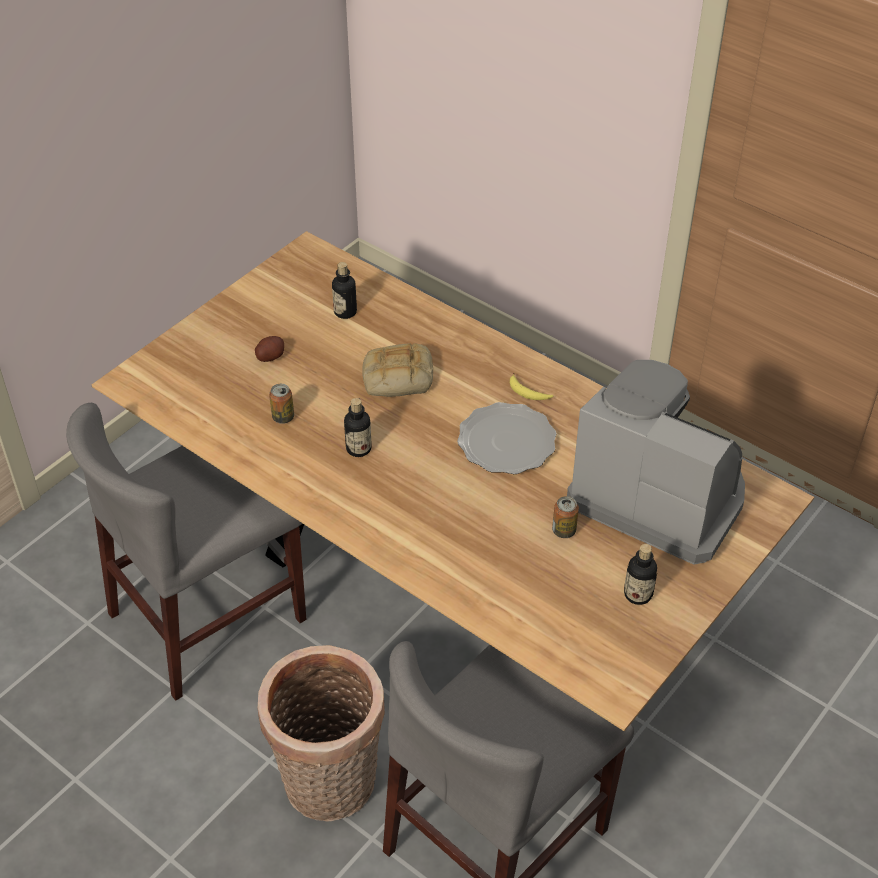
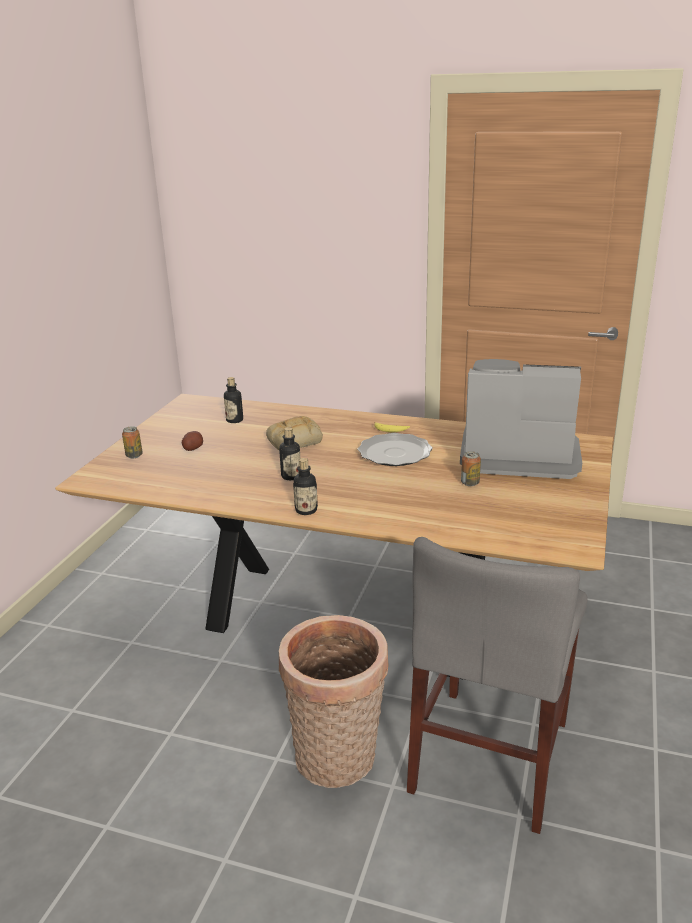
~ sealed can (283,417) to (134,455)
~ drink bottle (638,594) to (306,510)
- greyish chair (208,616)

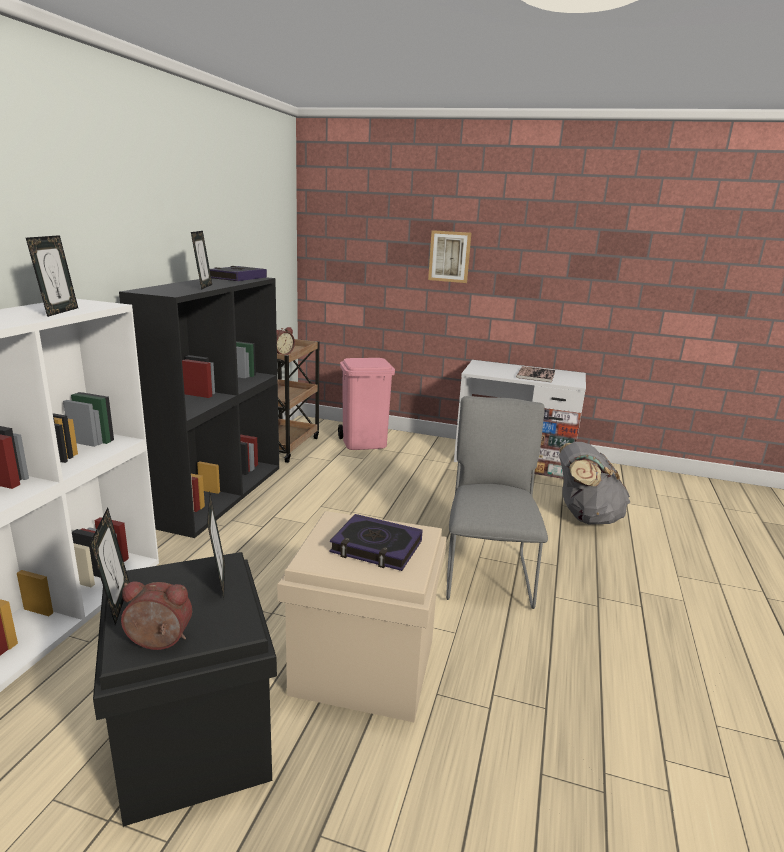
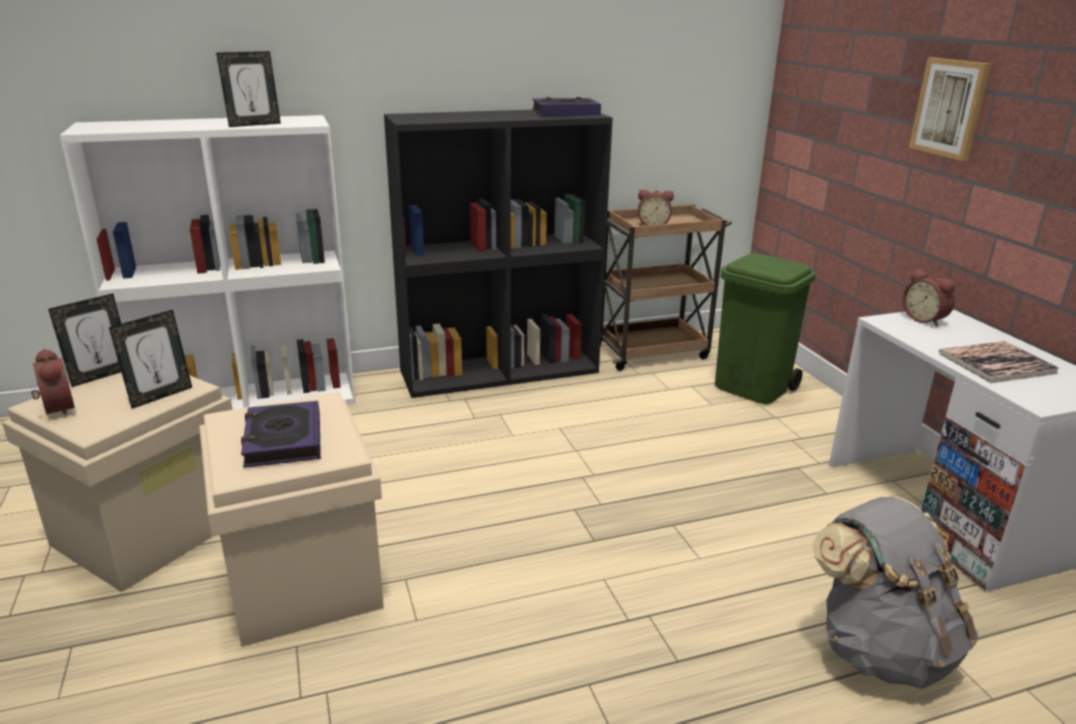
~ blackish storage box (193,738) to sand-coloured storage box (149,530)
~ pink-coloured rubbish bin (364,443) to green-coloured rubbish bin (752,388)
+ bedside clock (925,319)
- standing frame (203,286)
- greyish chair (487,572)

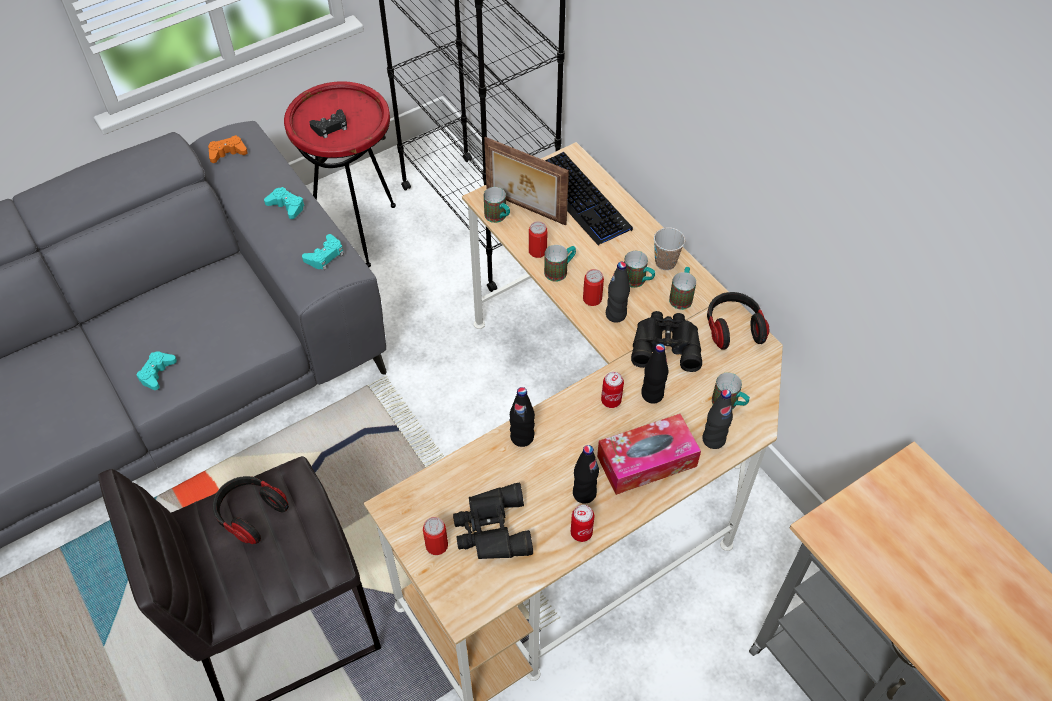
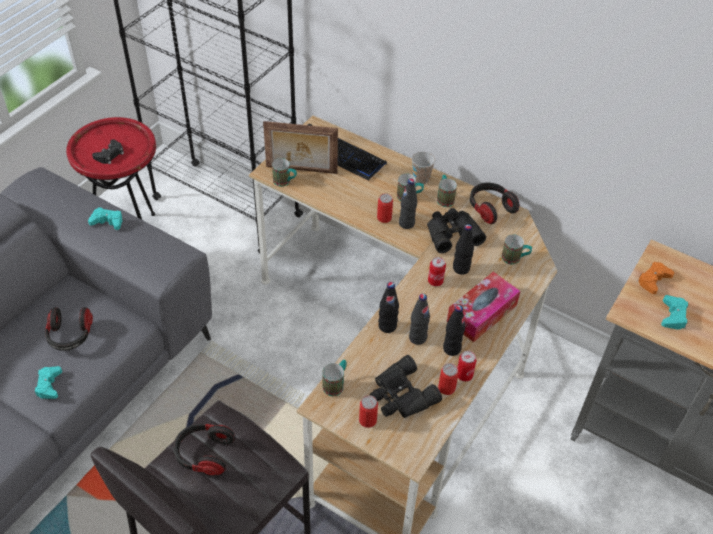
+ pair of headphones (70,336)
~ tea mug (560,270) to (336,384)
~ blackish drink bottle (713,439) to (417,338)
~ sealed can (537,251) to (446,388)
~ orangey game controller (227,153) to (653,280)
~ turquoise-coloured game controller (325,256) to (673,316)

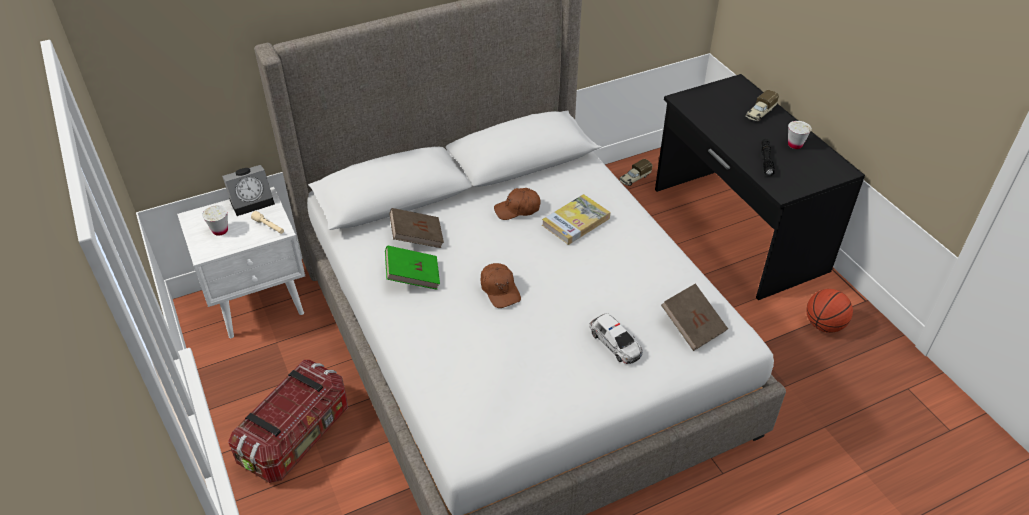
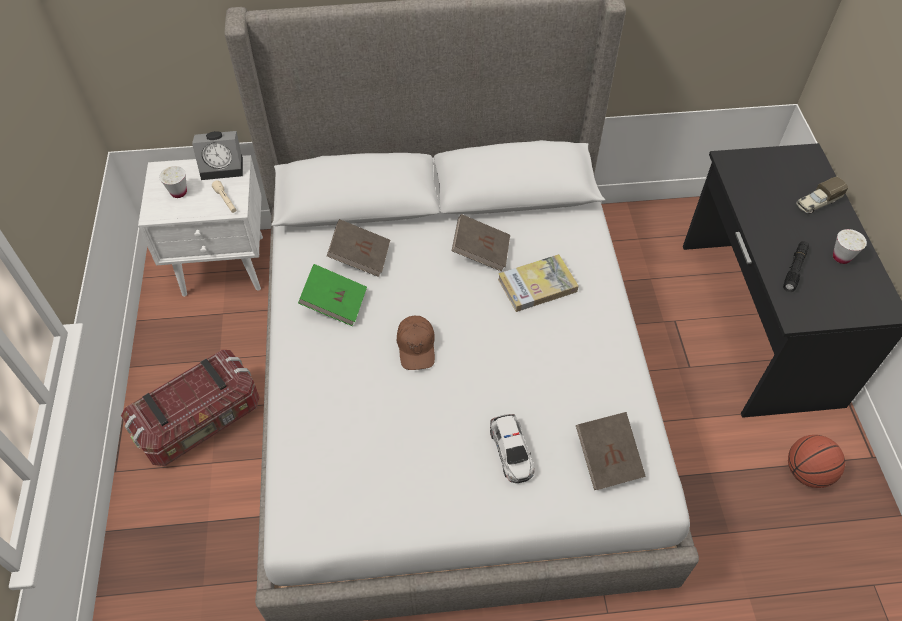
~ brownish cap (517,209) to brownish book (481,252)
- toy lorry (634,178)

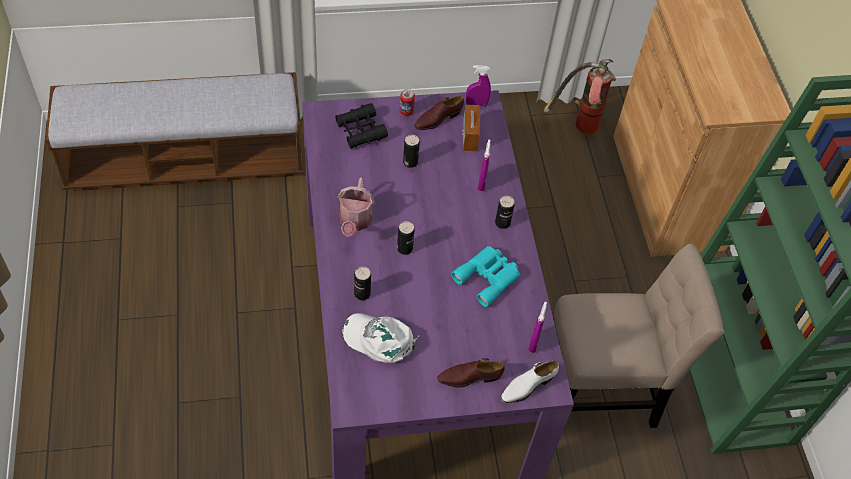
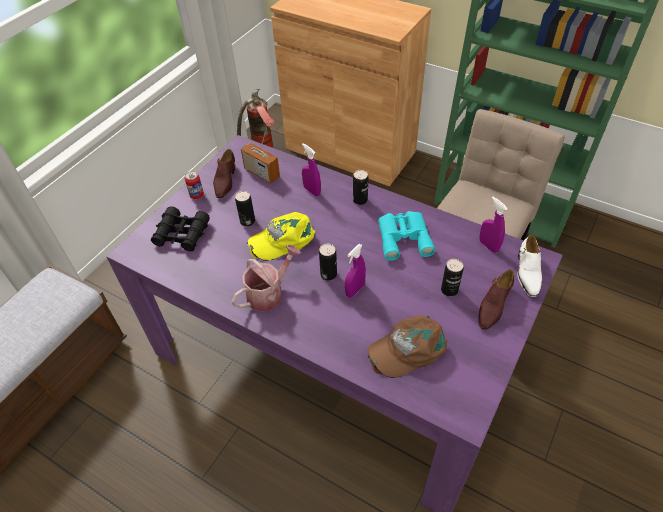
~ watering pot (354,222) = (269,293) 90 degrees counterclockwise
+ yellow cap (283,239)
~ purple spray bottle (476,104) to (355,290)
~ white-coloured cap (379,340) to brownish cap (408,348)
~ sealed can (362,293) to (449,290)

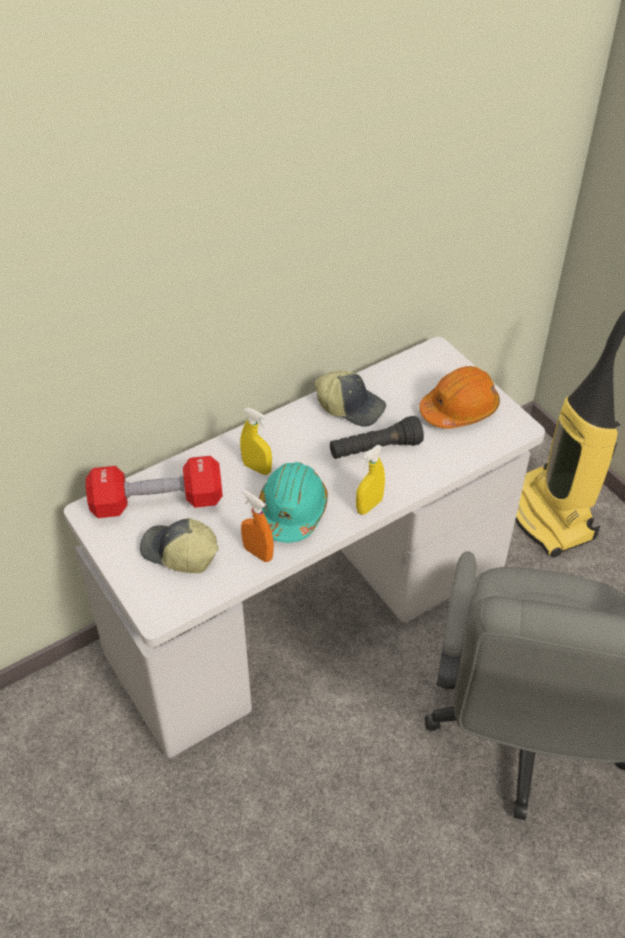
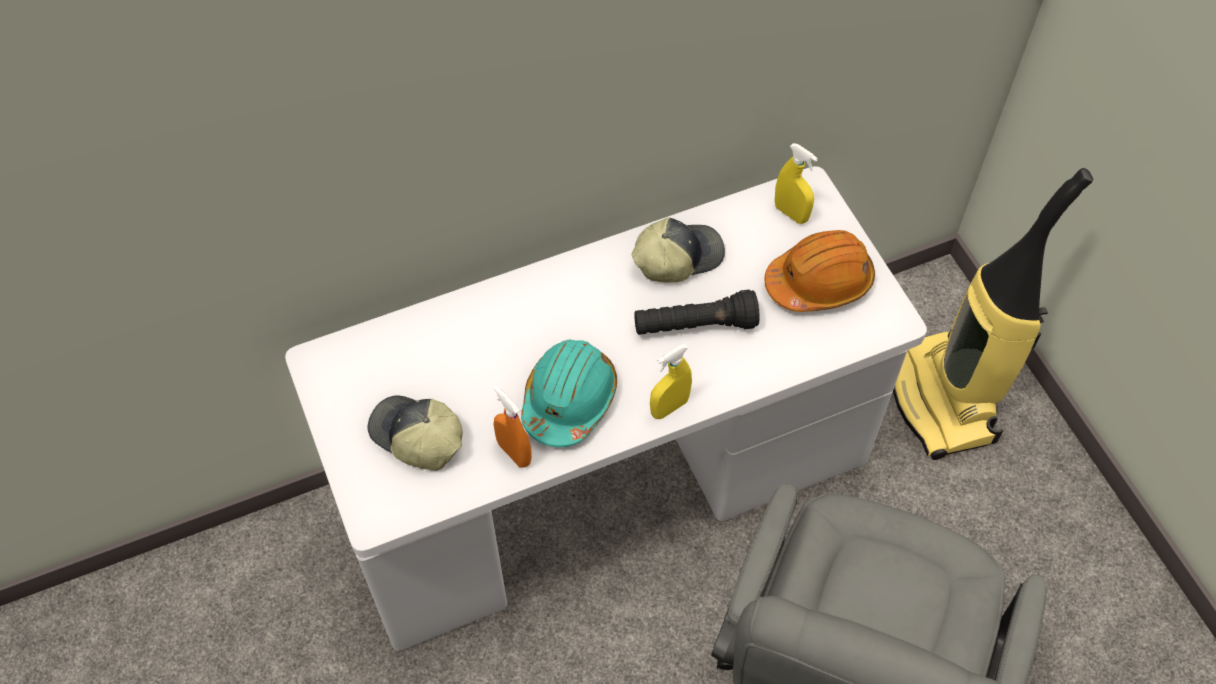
~ cap (351,406) = (677,257) 60 degrees counterclockwise
~ yellow spray bottle (257,468) to (791,213)
- red-coloured free weight (157,502)

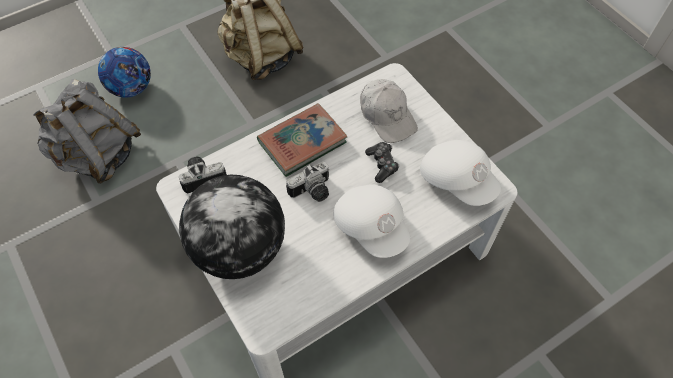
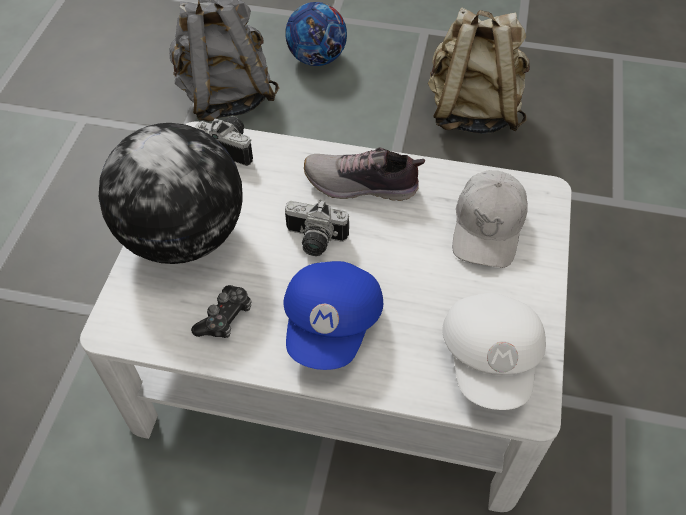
~ game controller (382,164) to (225,318)
~ white-coloured cap (372,226) to bluish cap (333,324)
~ book (302,142) to item of footwear (362,185)

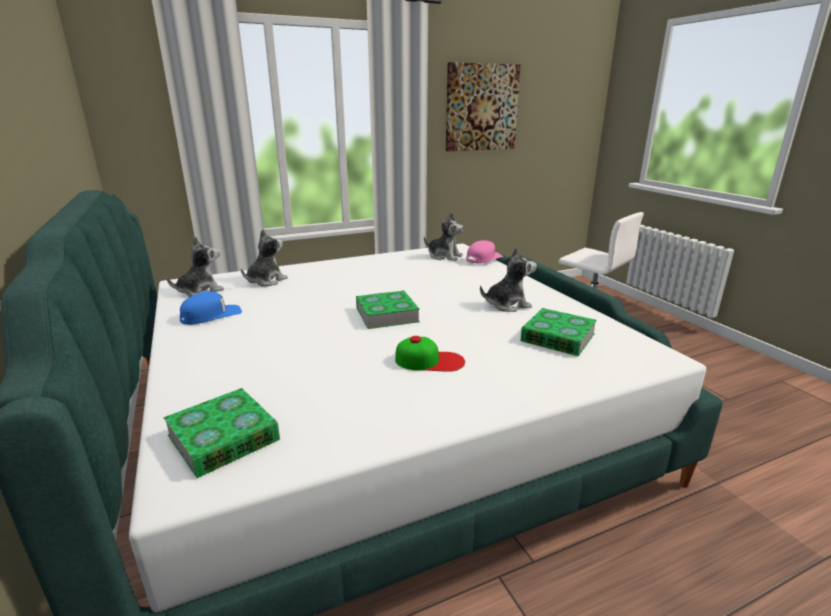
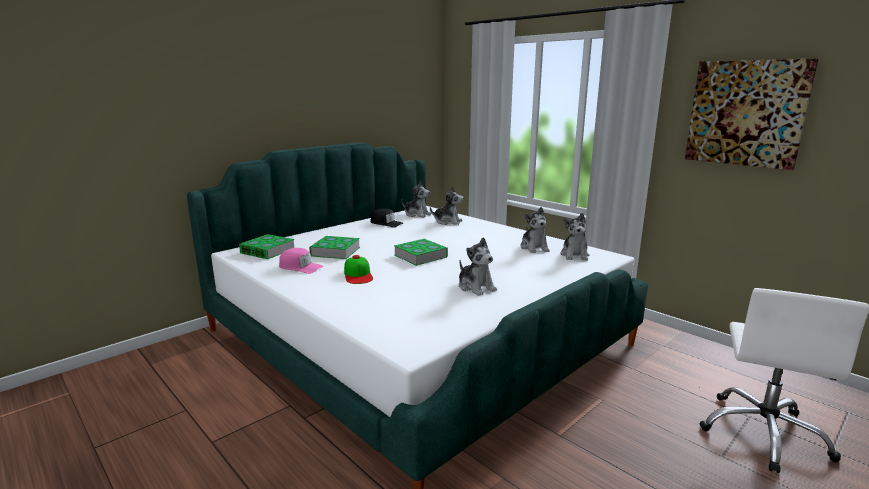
~ pink-coloured cap (483,258) to (300,267)
~ book (558,337) to (335,251)
~ bluish cap (211,315) to blackish cap (386,223)
+ cuddly toy (534,248)

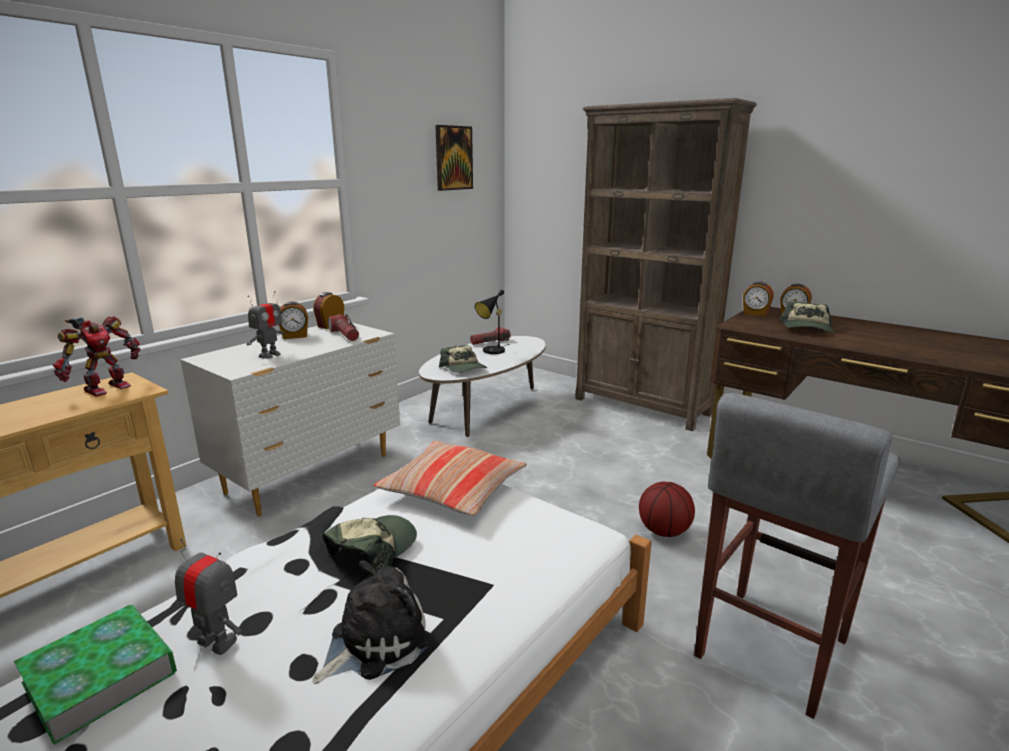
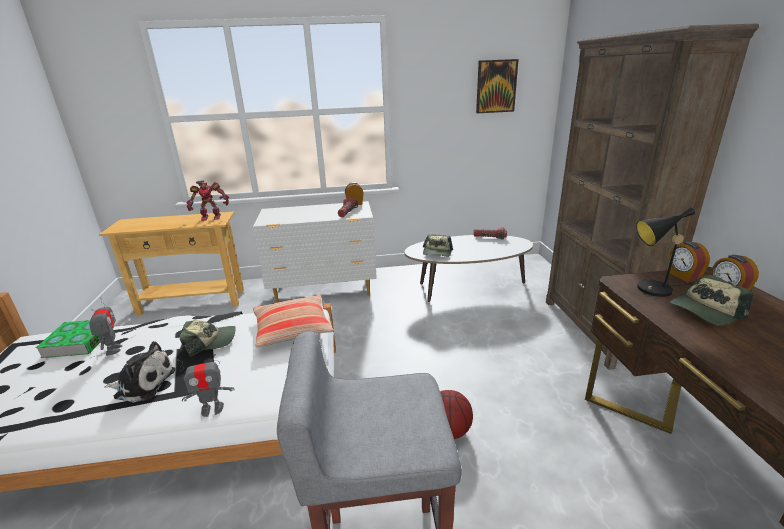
~ robot figure (270,355) to (212,409)
~ blackish table lamp (492,351) to (650,290)
- bedside clock (295,336)

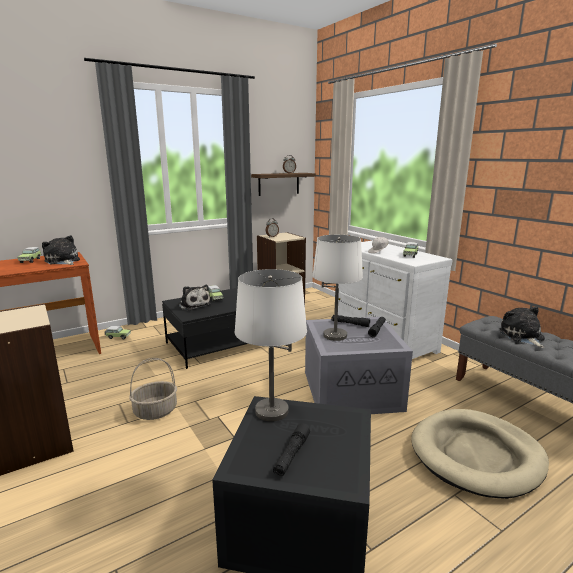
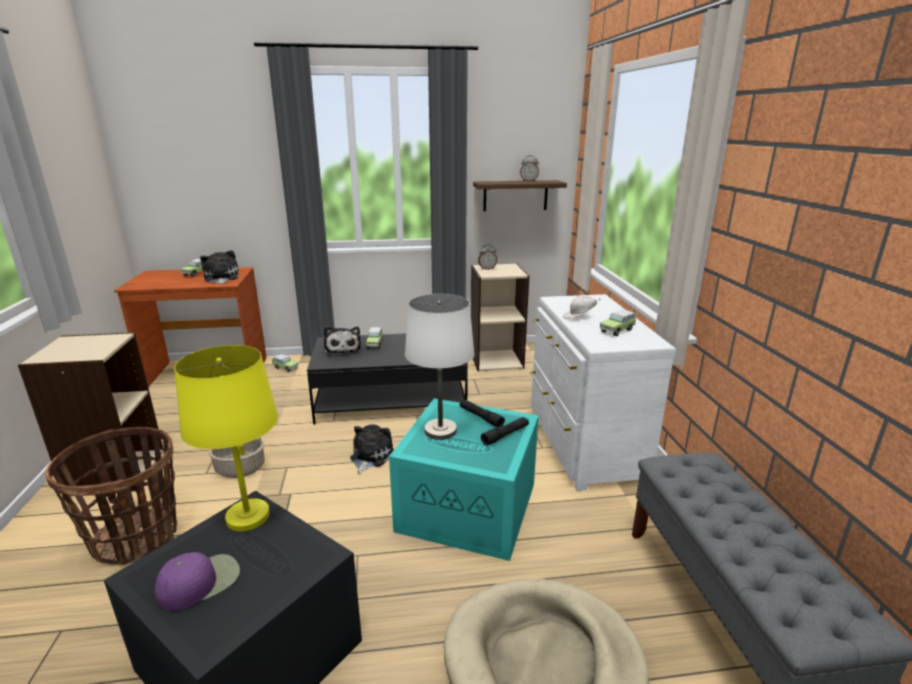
+ household basket (136,538)
~ blackish torch (291,455) to purple cap (200,582)
~ white-coloured table lamp (271,411) to yellow table lamp (247,517)
~ cuddly toy (522,336) to (370,456)
~ greyish storage box (352,389) to turquoise-coloured storage box (470,506)

